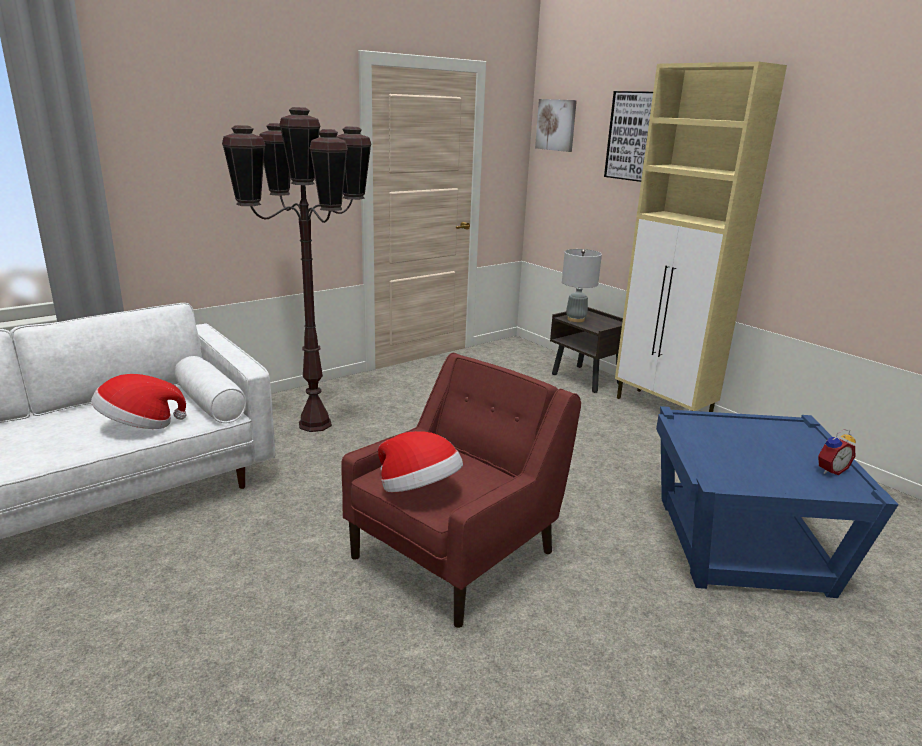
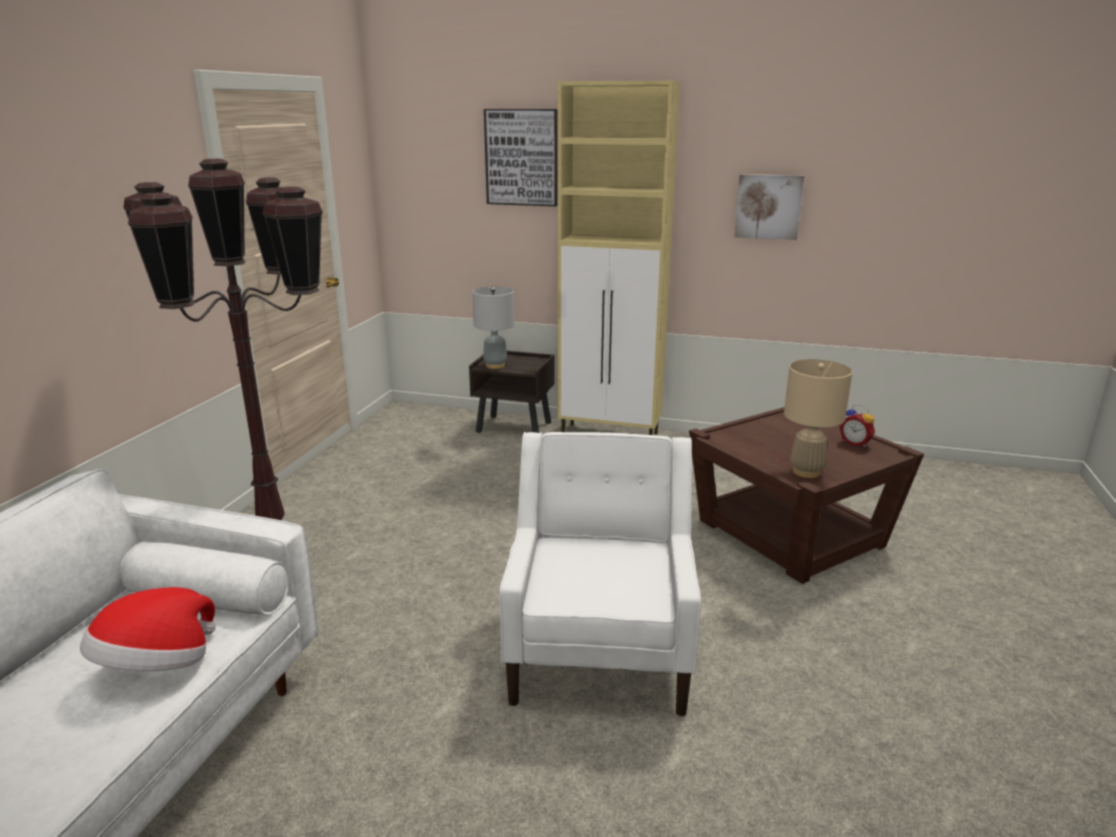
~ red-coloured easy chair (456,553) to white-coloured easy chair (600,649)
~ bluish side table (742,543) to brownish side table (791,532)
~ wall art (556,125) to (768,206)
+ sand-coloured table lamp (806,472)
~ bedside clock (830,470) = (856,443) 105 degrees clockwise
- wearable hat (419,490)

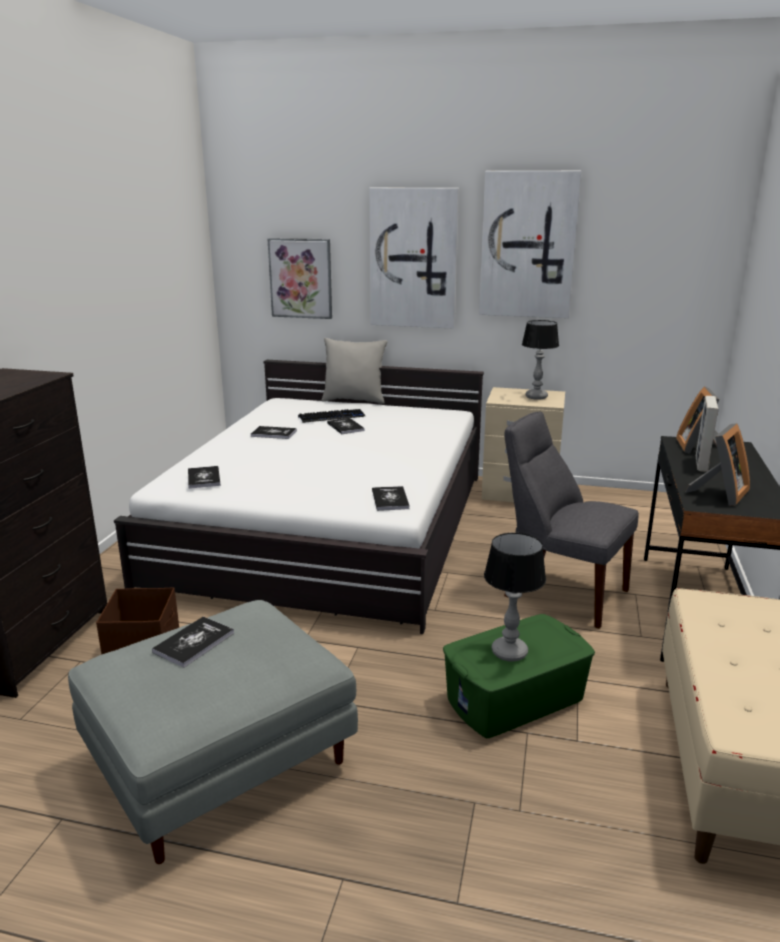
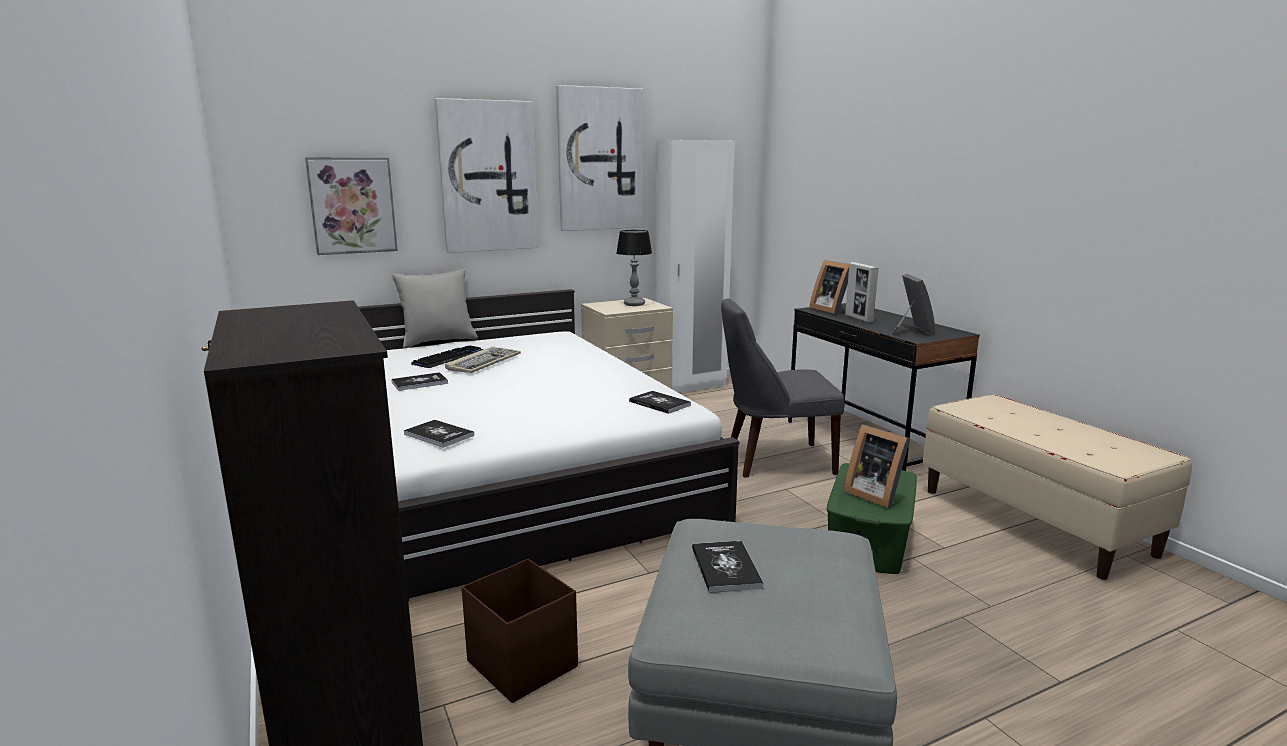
~ book (345,427) to keyboard (483,363)
+ white-coloured clothes cupboard (691,386)
~ table lamp (510,653) to standing frame (874,494)

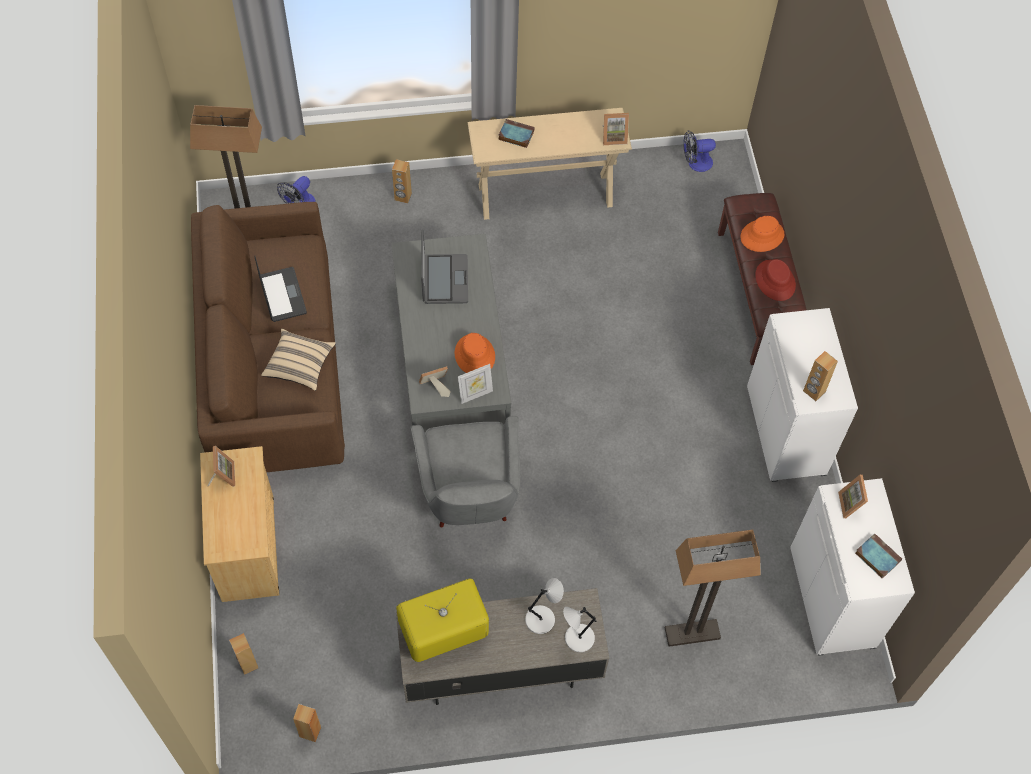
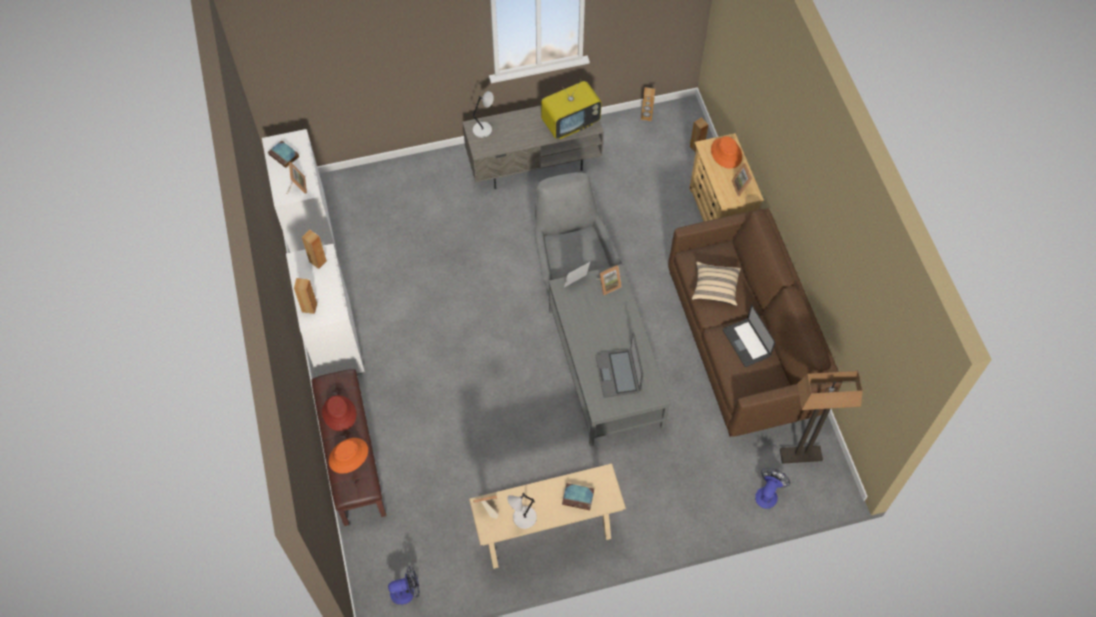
~ brownish speaker (403,197) to (309,307)
~ greyish table lamp (541,619) to (523,518)
~ orangey wearable hat (474,355) to (726,153)
- floor lamp (692,634)

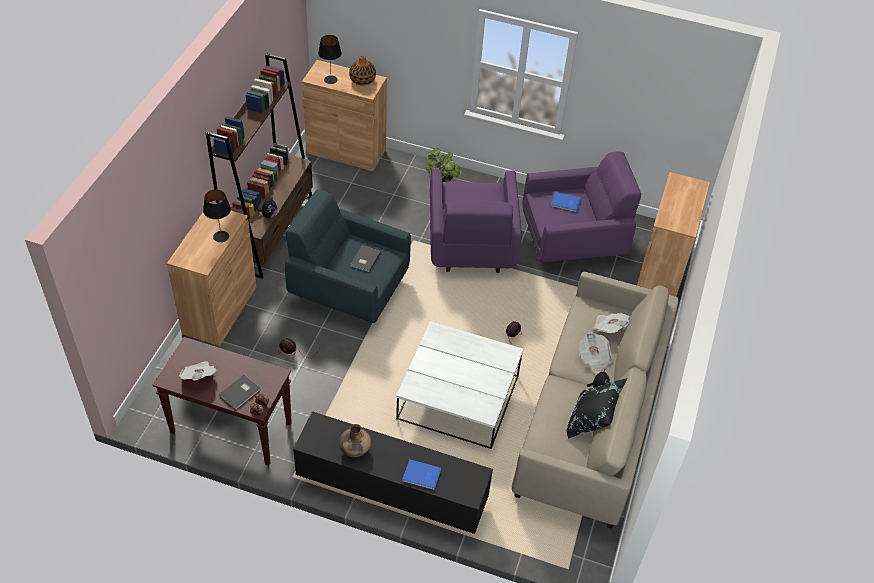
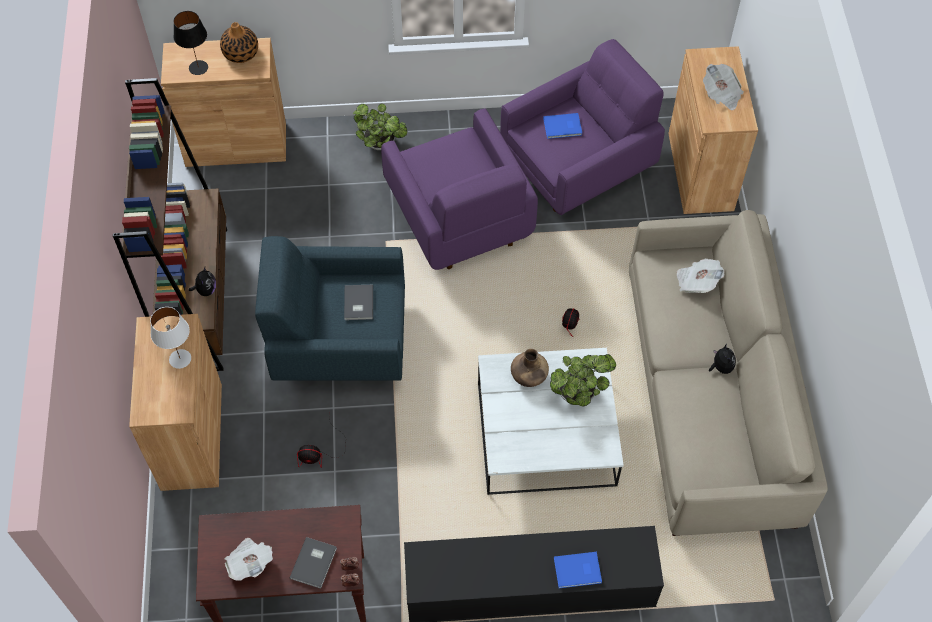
~ blackish table lamp (220,236) to white-coloured table lamp (179,359)
~ brownish flower vase (355,449) to (529,377)
+ plant in a pot (578,393)
~ printed paper (594,358) to (721,94)
- blackish pillow (591,421)

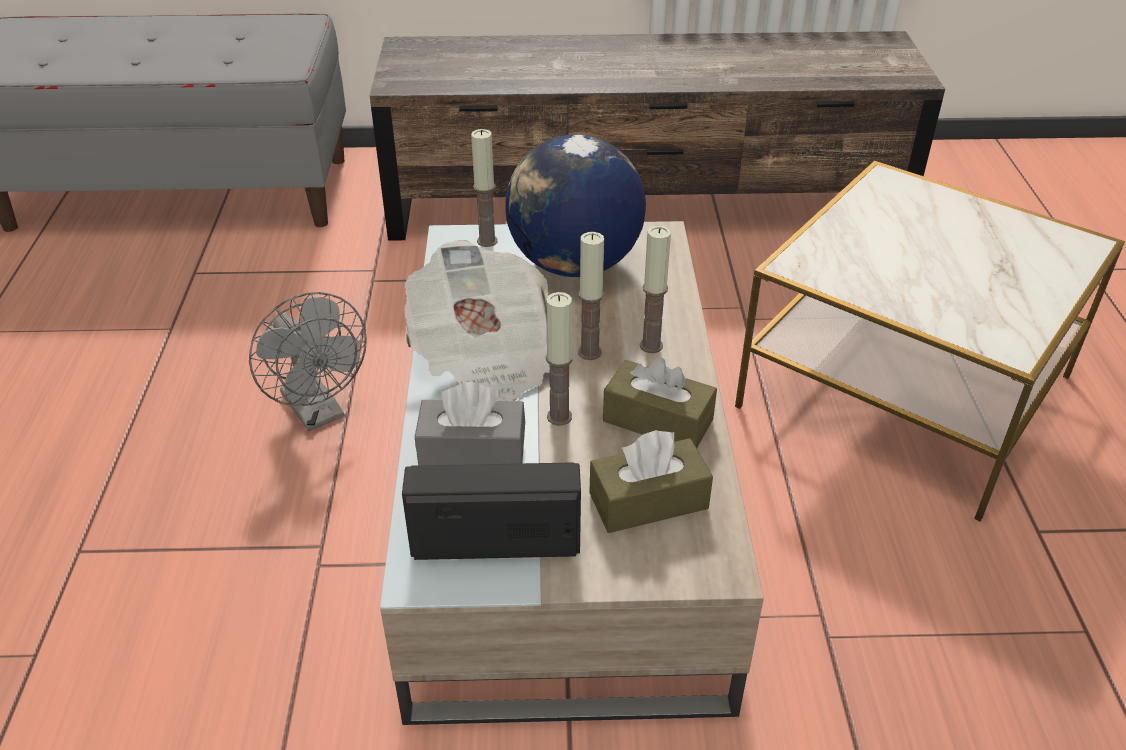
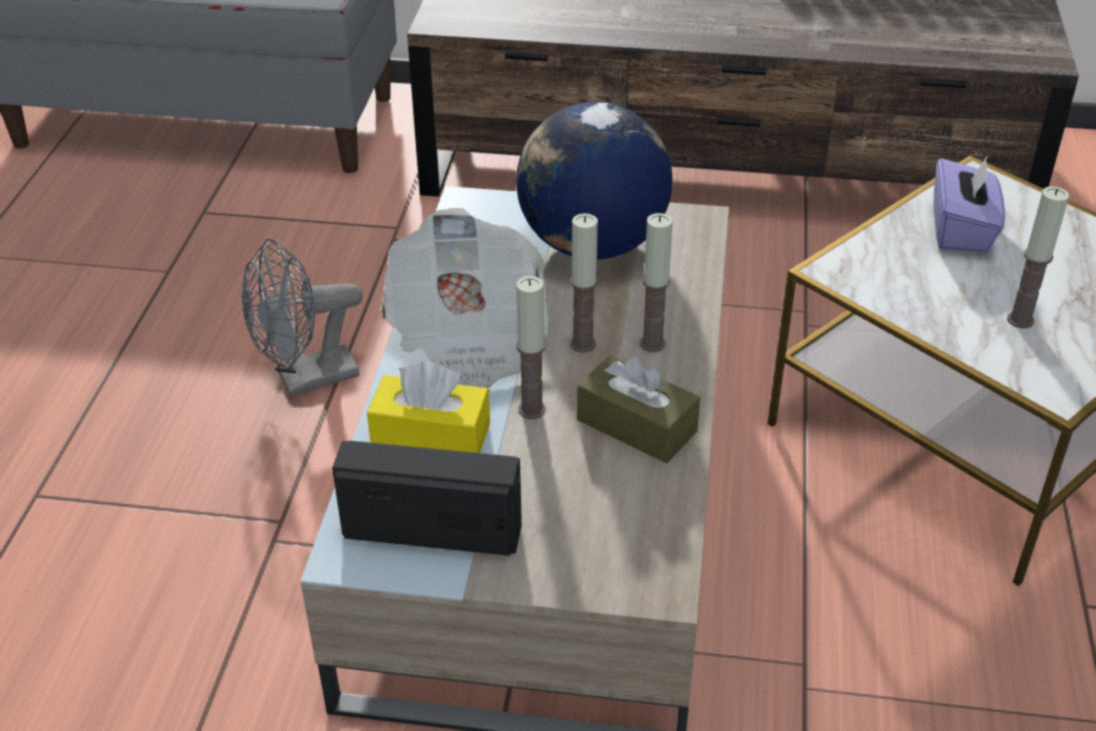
~ greyish cooling fan (319,413) = (306,379) 90 degrees clockwise
~ greyish box of tissues (472,451) to yellow box of tissues (431,435)
+ purple box of tissues (961,230)
~ wax light (487,241) to (1020,320)
- brownish box of tissues (648,501)

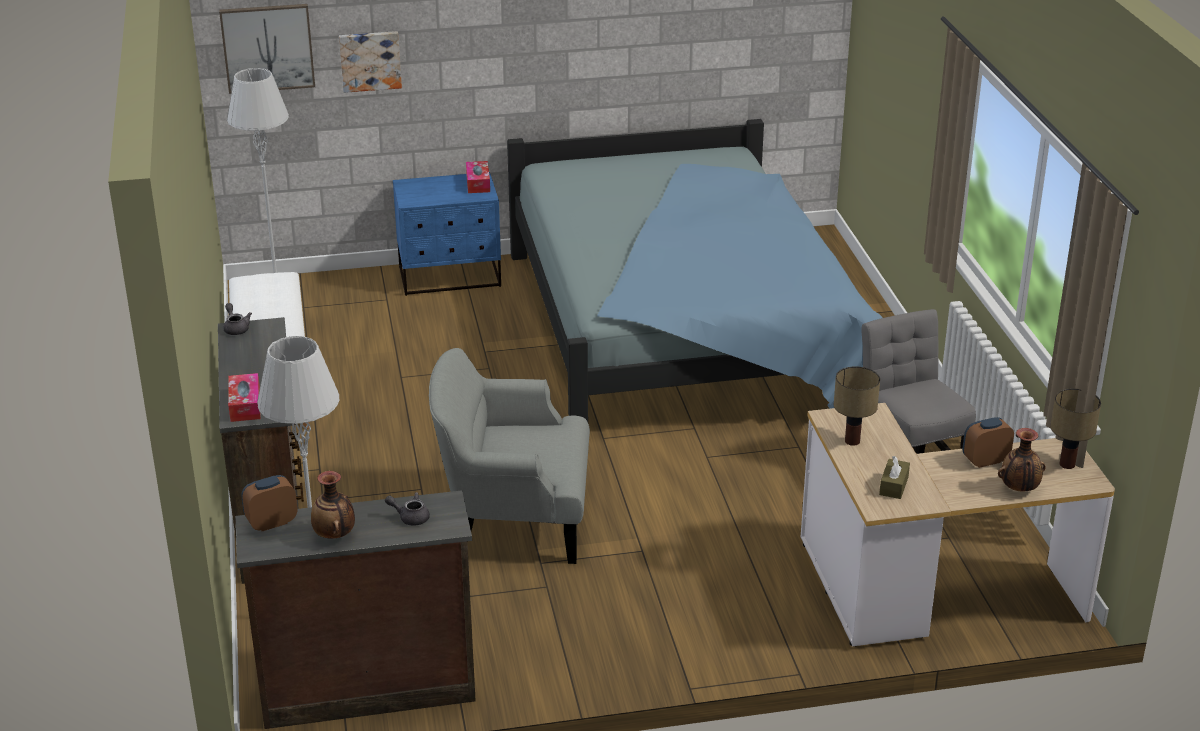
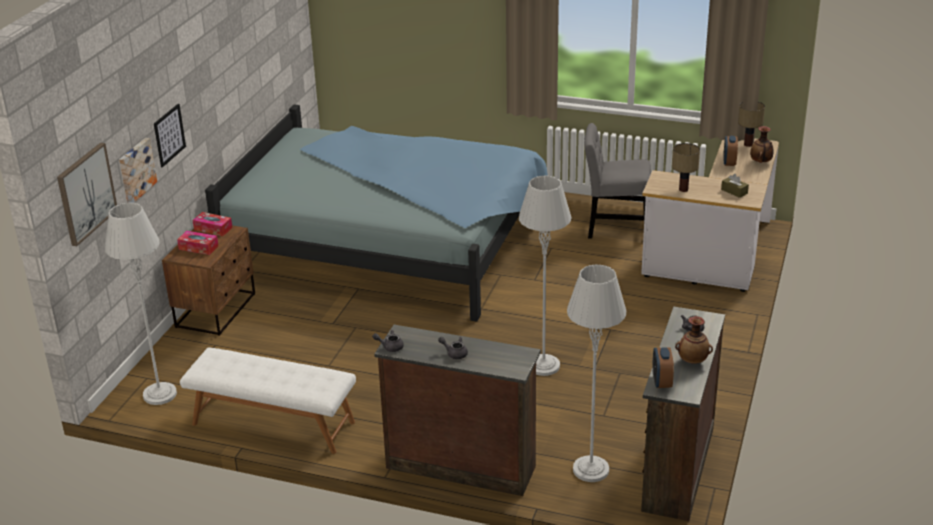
+ wall art (169,135)
~ bluish night table (450,277) to brownish night table (217,310)
~ box of tissues (245,405) to (198,247)
+ greyish pot for tea (454,353)
~ greyish easy chair (514,522) to greyish floor lamp (543,366)

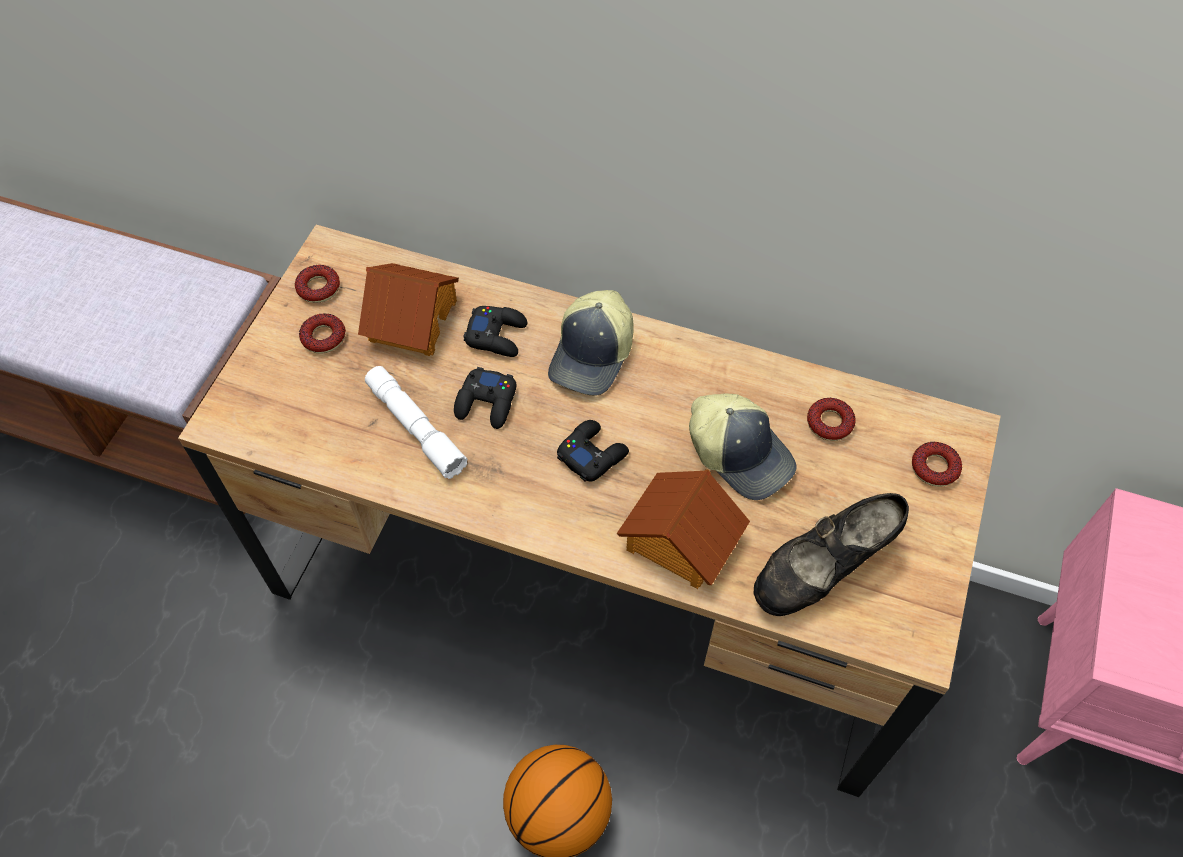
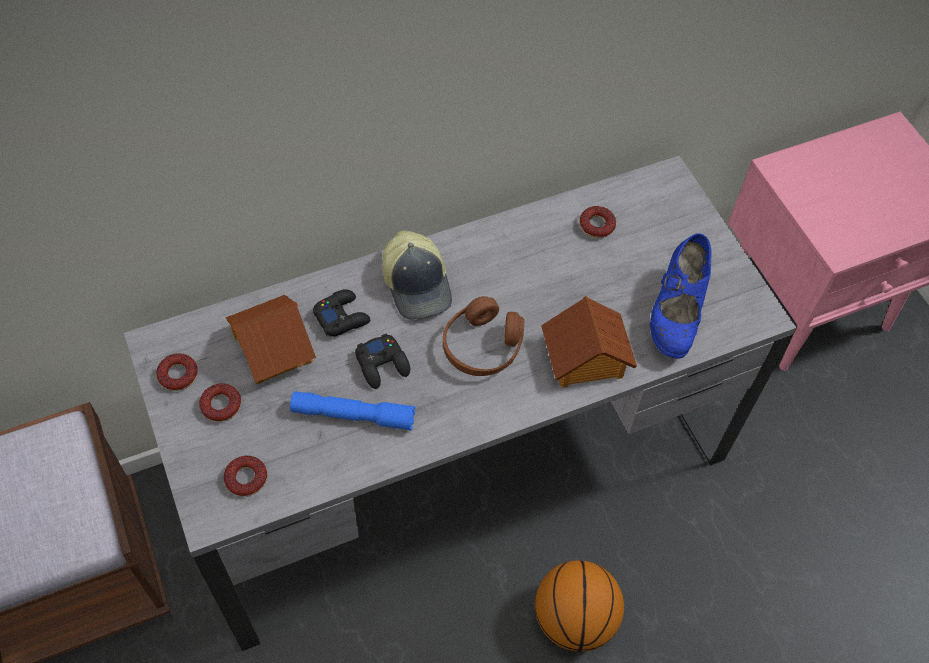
~ brownish desk unit (591,584) to greyish desk unit (457,464)
~ ring doughnut (934,468) to (246,478)
~ white-coloured torch (416,427) to bluish torch (353,415)
~ blackish game controller (592,454) to brownish pair of headphones (482,346)
~ blackish item of footwear (822,570) to bluish item of footwear (675,313)
- cap (740,453)

